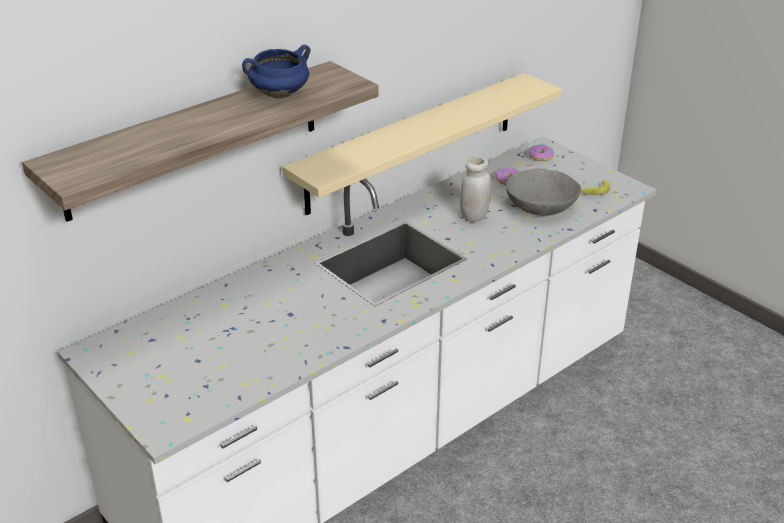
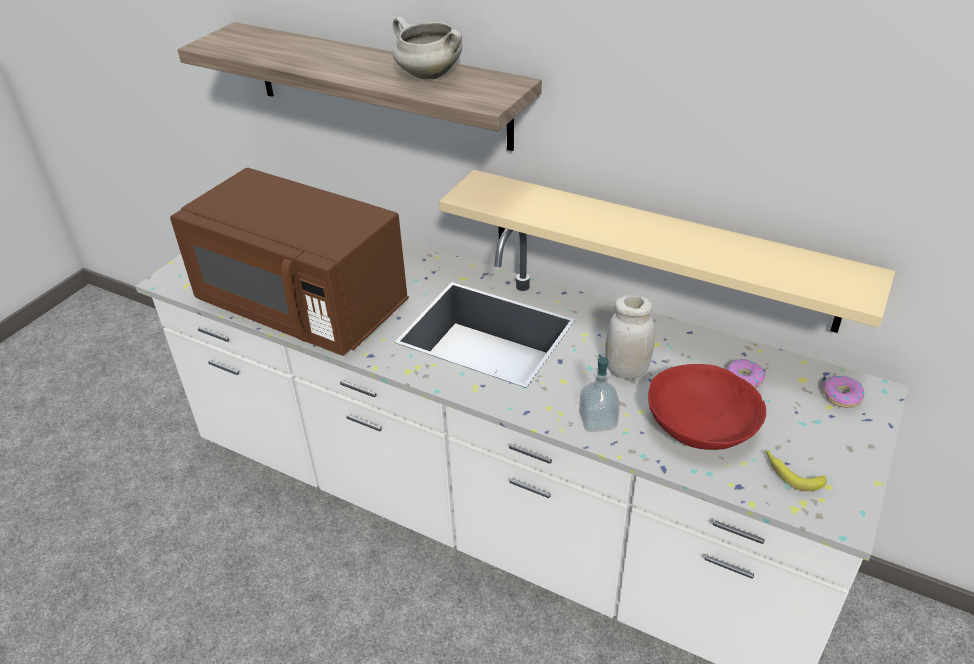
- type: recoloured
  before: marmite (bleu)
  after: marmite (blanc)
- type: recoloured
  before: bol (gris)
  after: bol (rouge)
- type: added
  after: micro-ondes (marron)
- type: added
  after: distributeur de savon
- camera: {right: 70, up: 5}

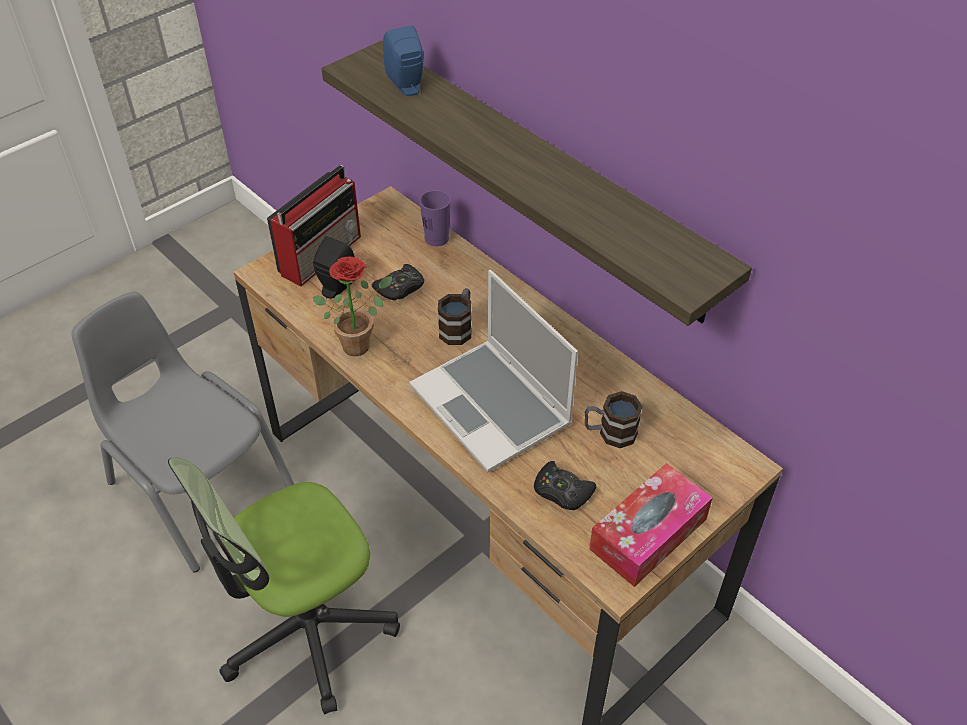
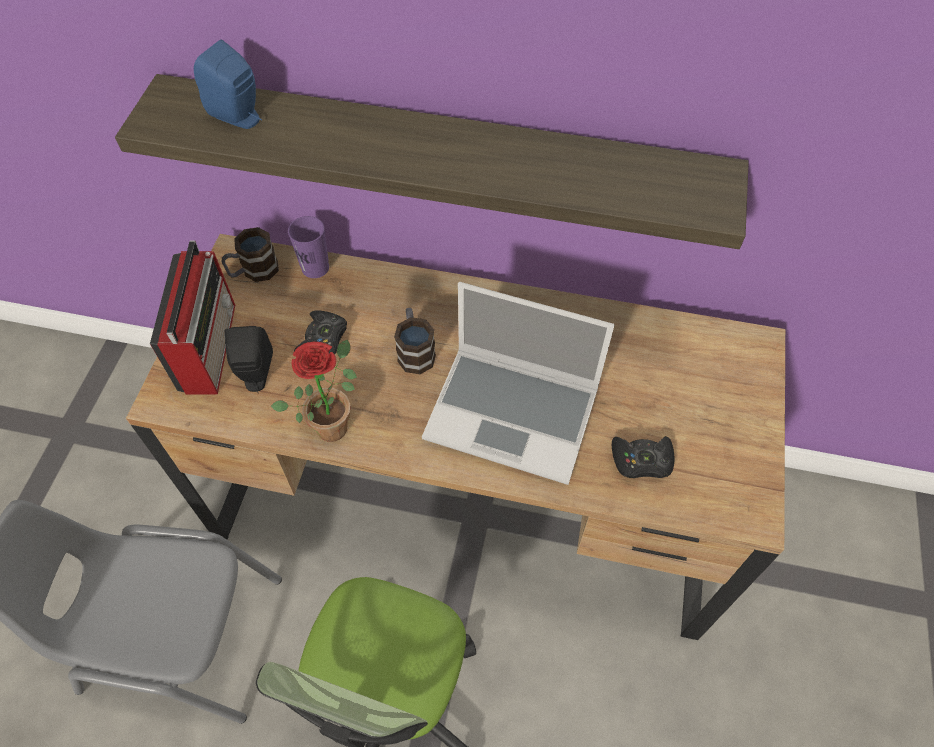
- type: moved
  before: mug (2nd from left in the first image)
  after: mug (1st from left)
- type: removed
  before: boîte à mouchoirs
- camera: {right: -35, up: 10}

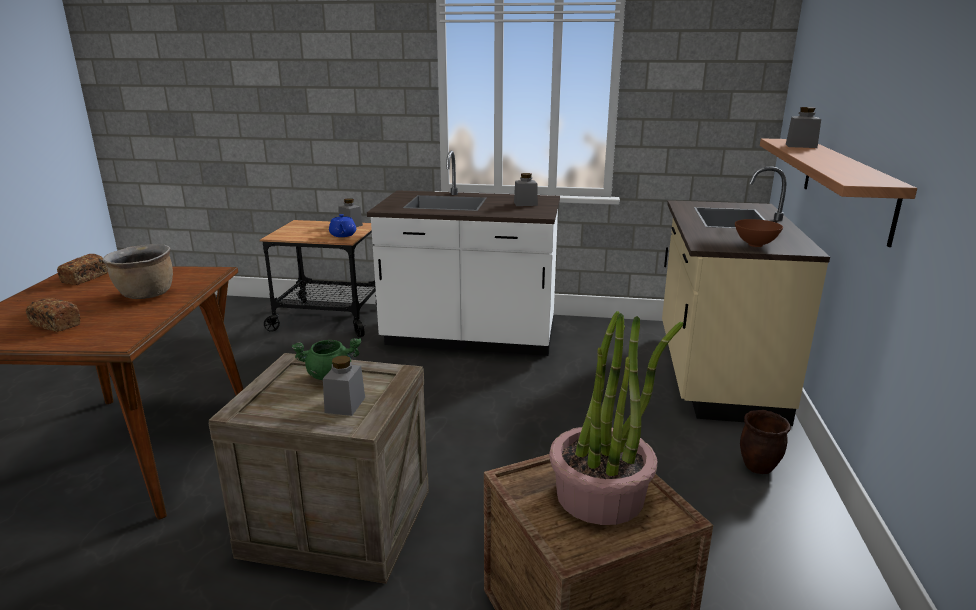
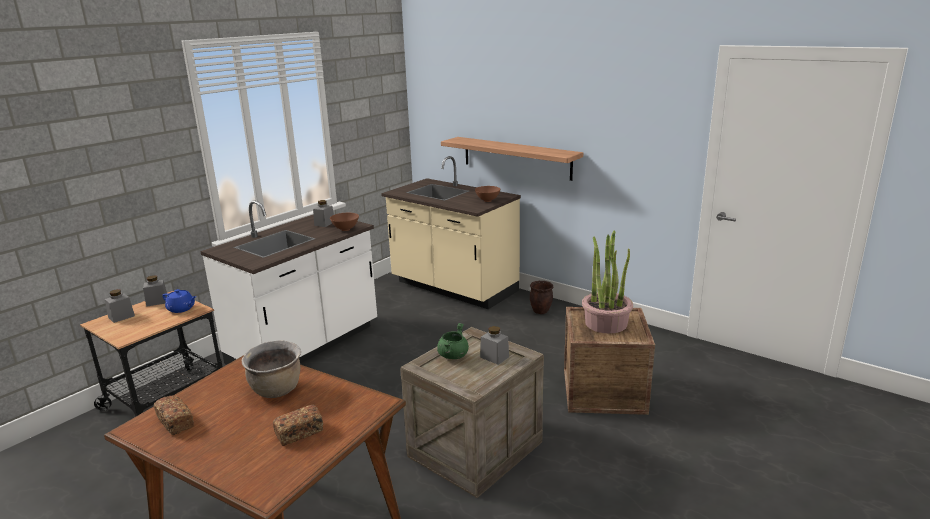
- type: moved
  before: bocal (gris) (4th from left in the first image)
  after: bocal (gris) (1st from left)
- type: added
  after: bol (marron) (1st from left)
- camera: {right: -60, up: 0}

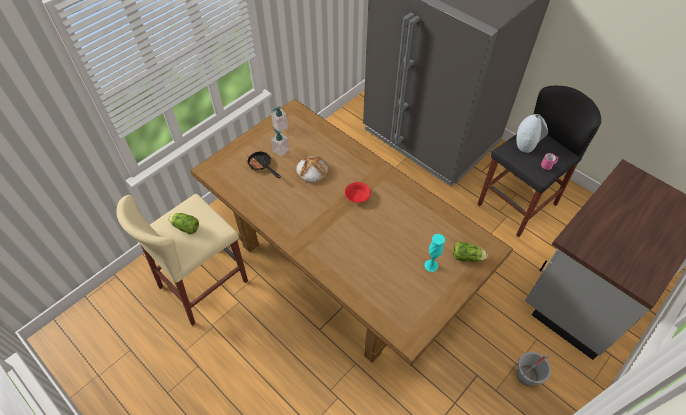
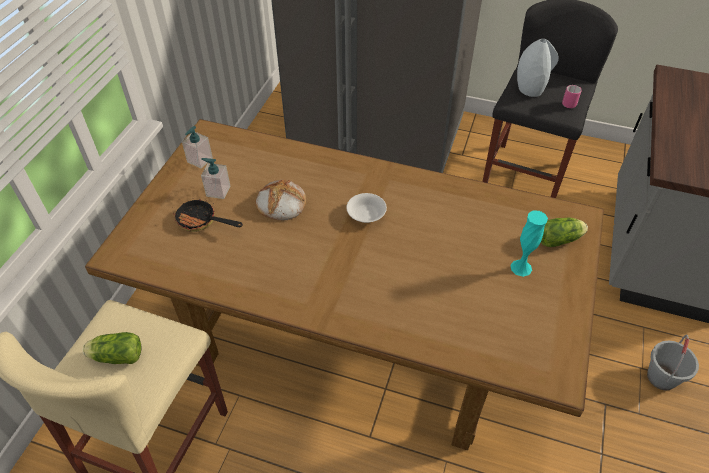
- type: recoloured
  before: bol (rouge)
  after: bol (blanc)
- camera: {right: -25, up: -5}

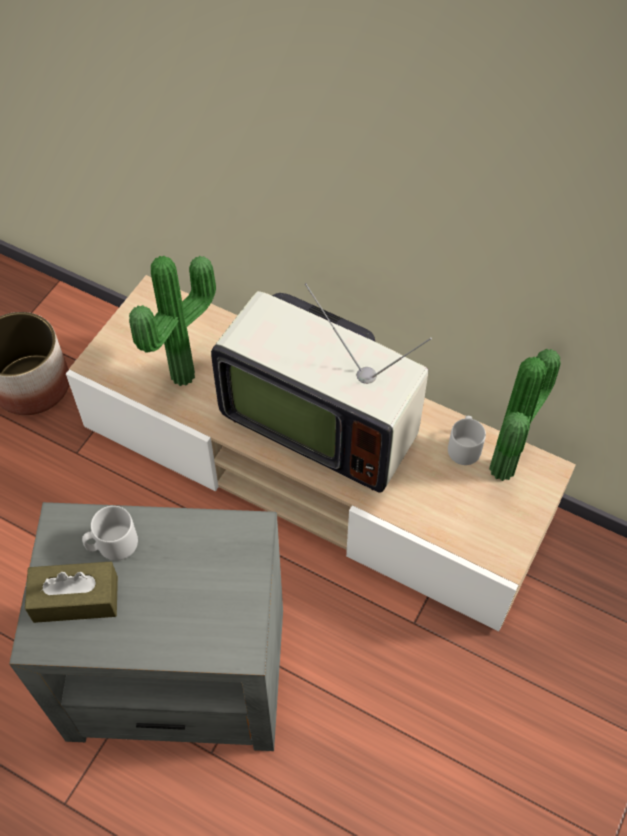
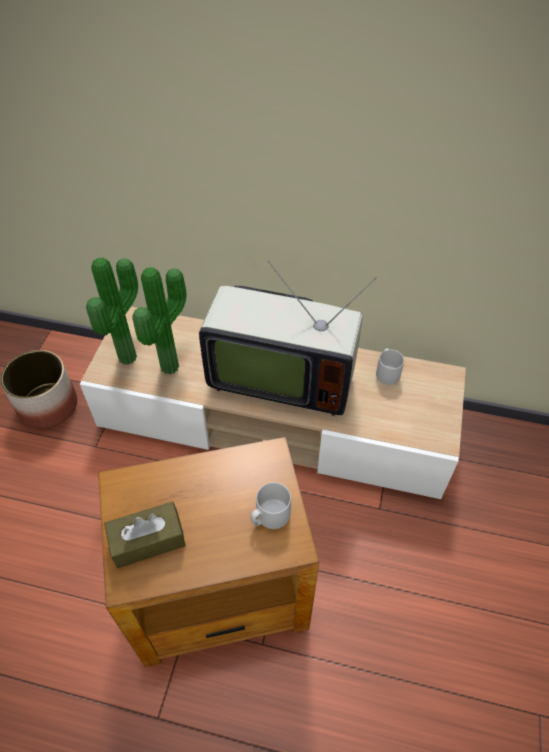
- type: moved
  before: plante en pot (2nd from left in the first image)
  after: plante en pot (1st from left)
- type: recoloured
  before: table d'appoint (gris)
  after: table d'appoint (marron)
- type: moved
  before: mug (gris) (1st from left)
- camera: {right: -15, up: -5}

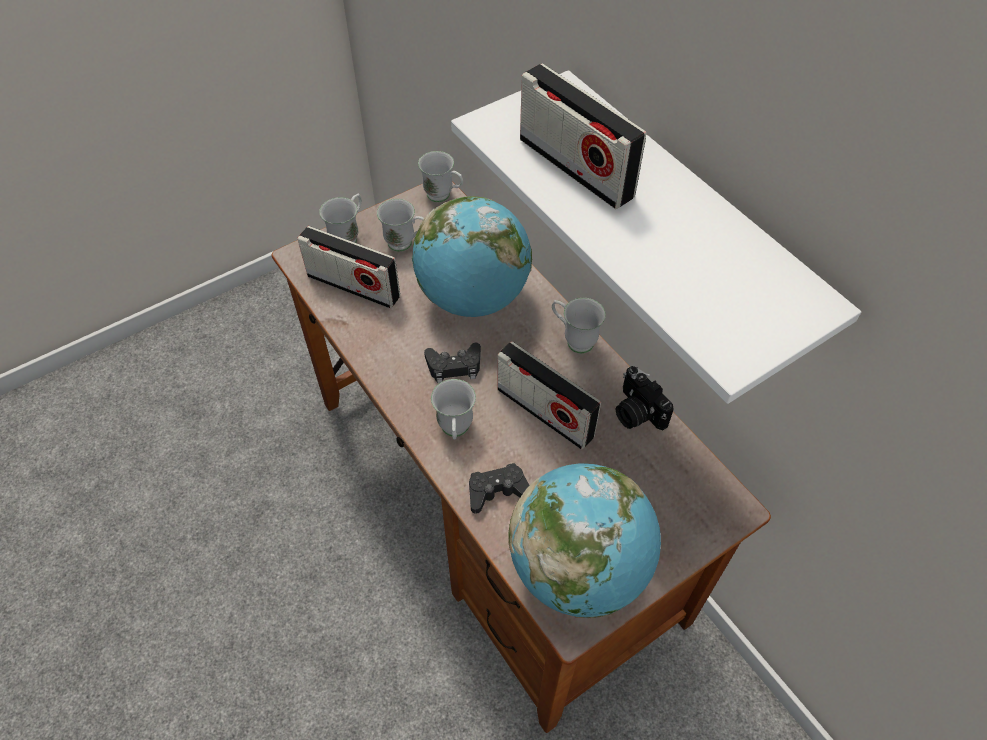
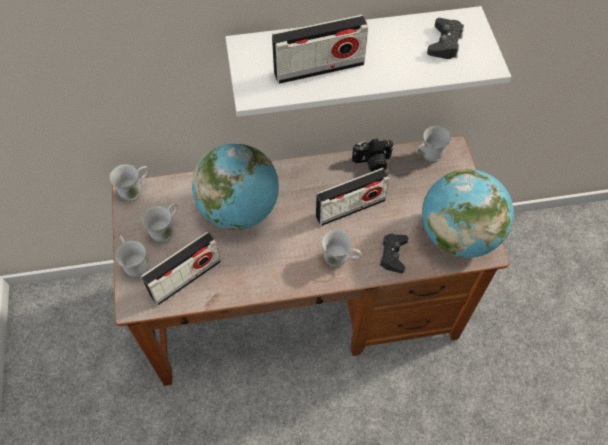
- type: moved
  before: mug (blanc) (5th from left)
- type: moved
  before: manette (noir) (1st from left in the first image)
  after: manette (noir) (2nd from left)
- camera: {right: -65, up: 5}

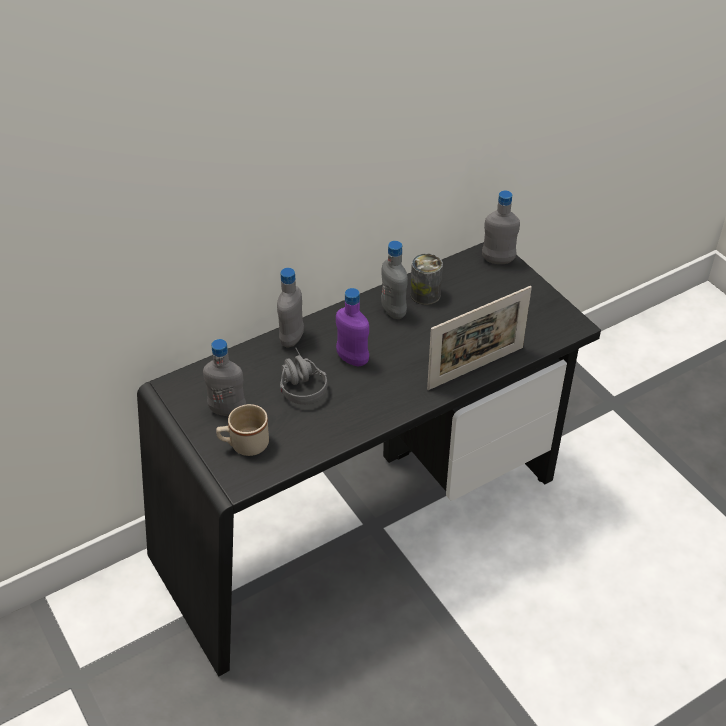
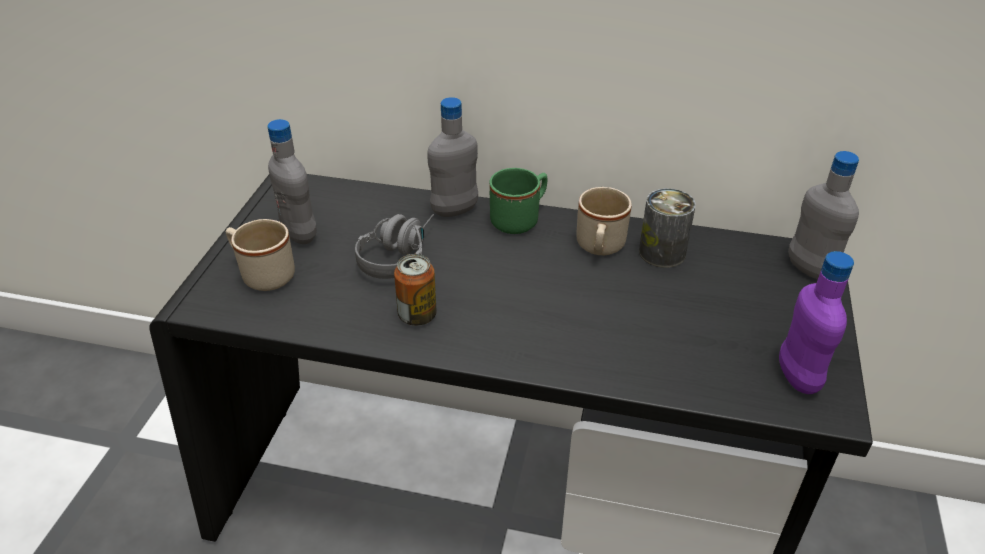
- type: replaced
  before: bouteille (gris) (3rd from left)
  after: mug (beige) (2nd from left)
- type: removed
  before: cadre photo
- type: moved
  before: bouteille (violet)
- type: added
  after: mug (vert)
- type: added
  after: boîte métallique (1st from left)
- camera: {right: 45, up: -5}

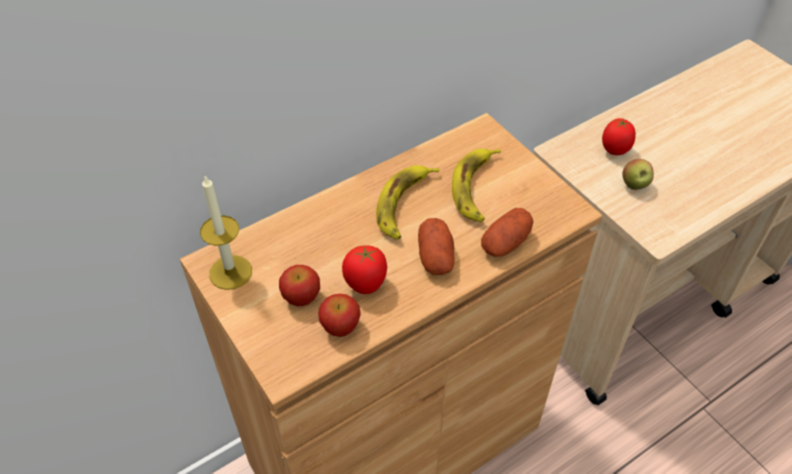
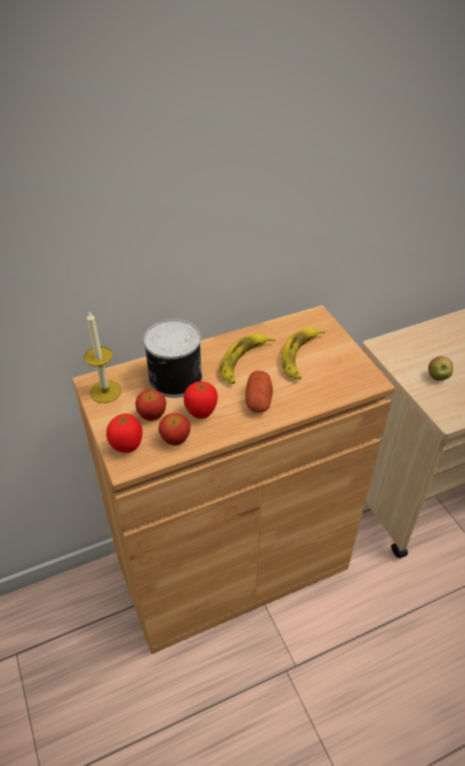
- type: moved
  before: tomate (2nd from left in the first image)
  after: tomate (1st from left)
- type: removed
  before: pomme de terre (2nd from left)
- type: added
  after: boîte métallique
- camera: {right: 10, up: -5}

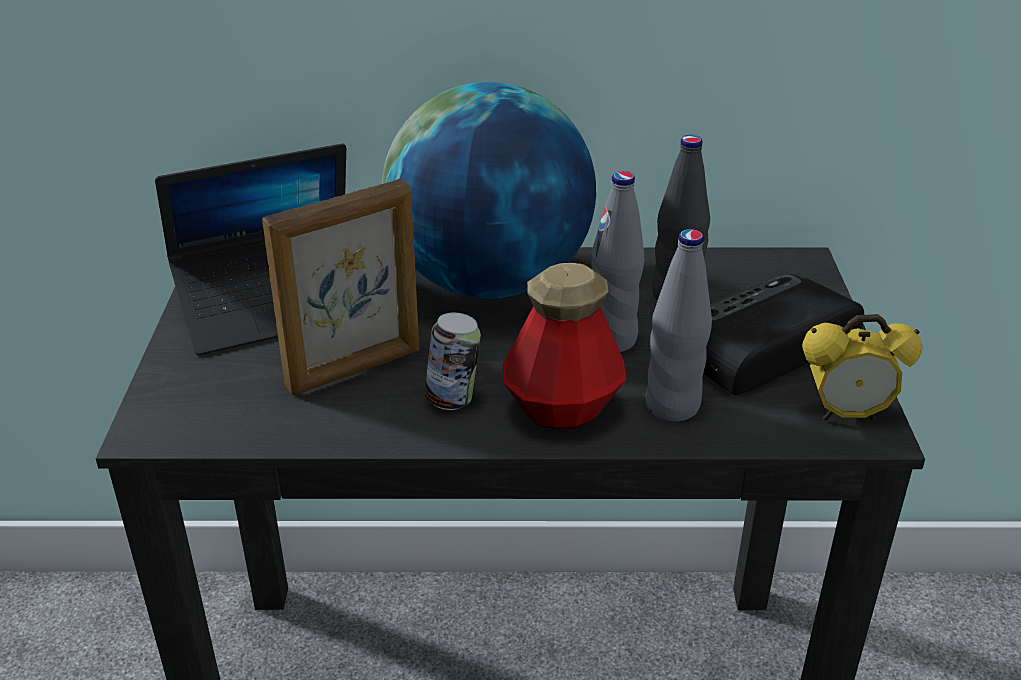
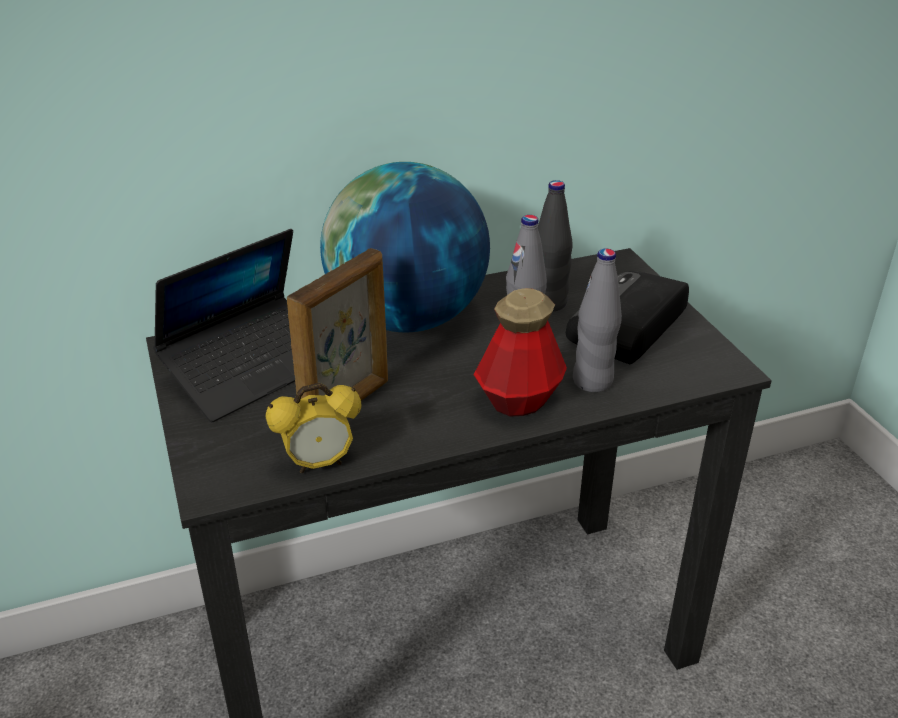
- type: removed
  before: boîte métallique
- type: moved
  before: réveil
- camera: {right: -20, up: 0}

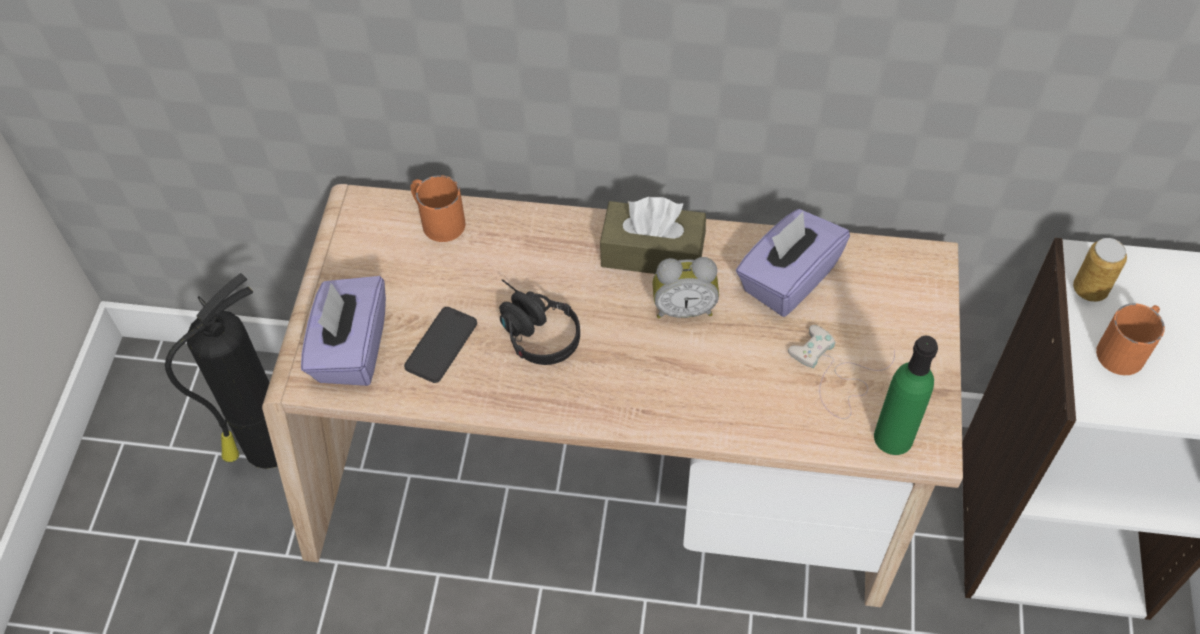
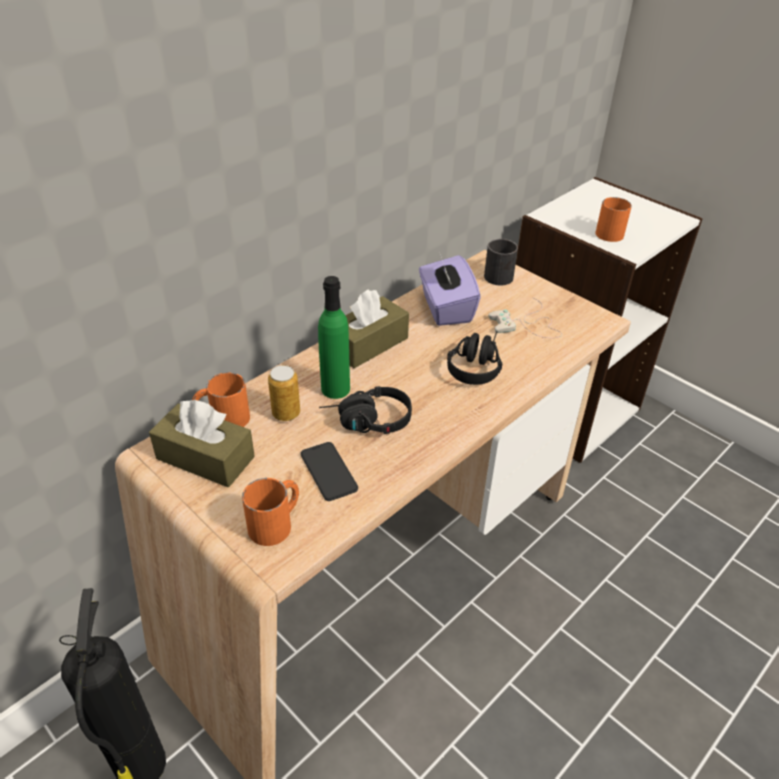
- type: moved
  before: boîte métallique
- type: removed
  before: réveil
- type: replaced
  before: boîte à mouchoirs (violet) (1st from left)
  after: mug (orange) (2nd from left)
- type: moved
  before: bouteille (vert)
- type: added
  after: mug (noir)
- type: added
  after: casque audio (noir) (2nd from left)
- type: added
  after: boîte à mouchoirs (marron) (1st from left)
- camera: {right: -55, up: -15}

